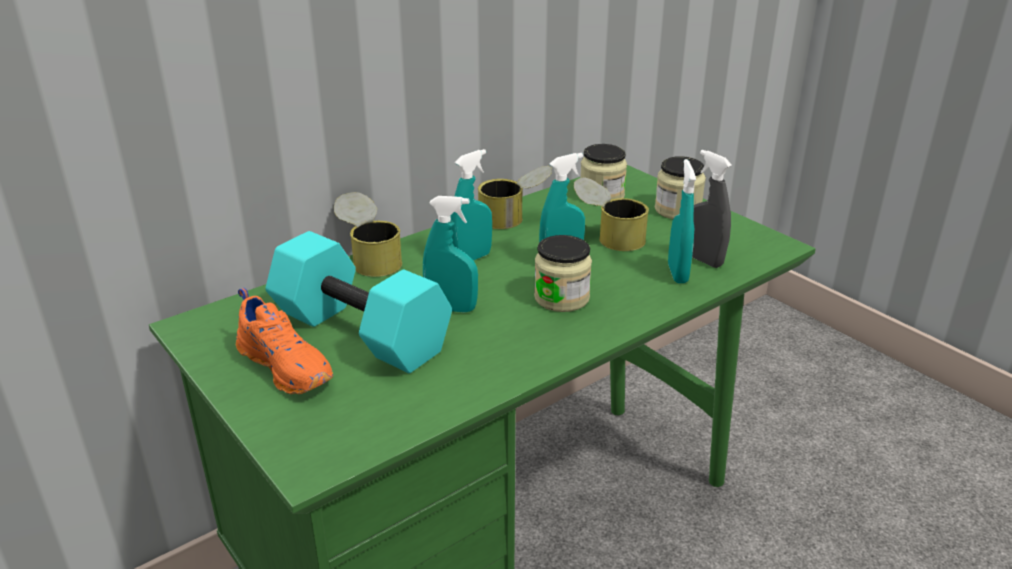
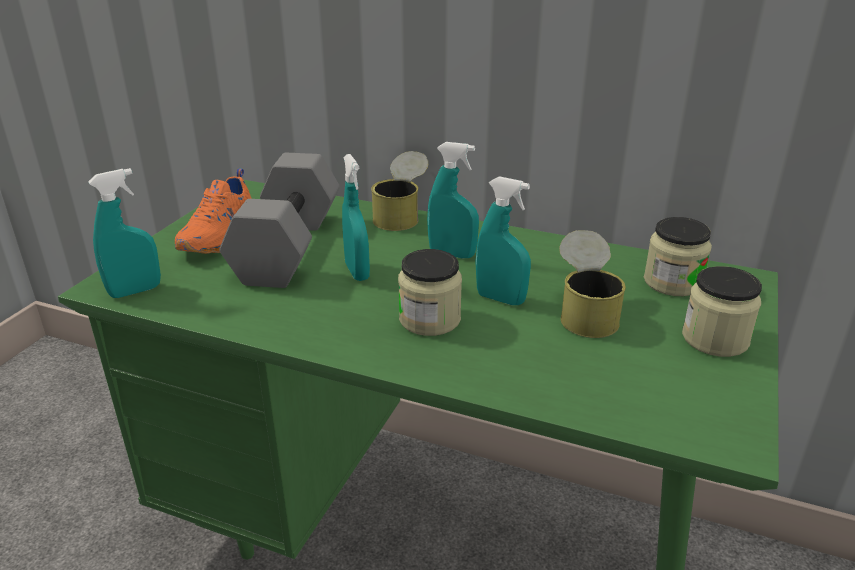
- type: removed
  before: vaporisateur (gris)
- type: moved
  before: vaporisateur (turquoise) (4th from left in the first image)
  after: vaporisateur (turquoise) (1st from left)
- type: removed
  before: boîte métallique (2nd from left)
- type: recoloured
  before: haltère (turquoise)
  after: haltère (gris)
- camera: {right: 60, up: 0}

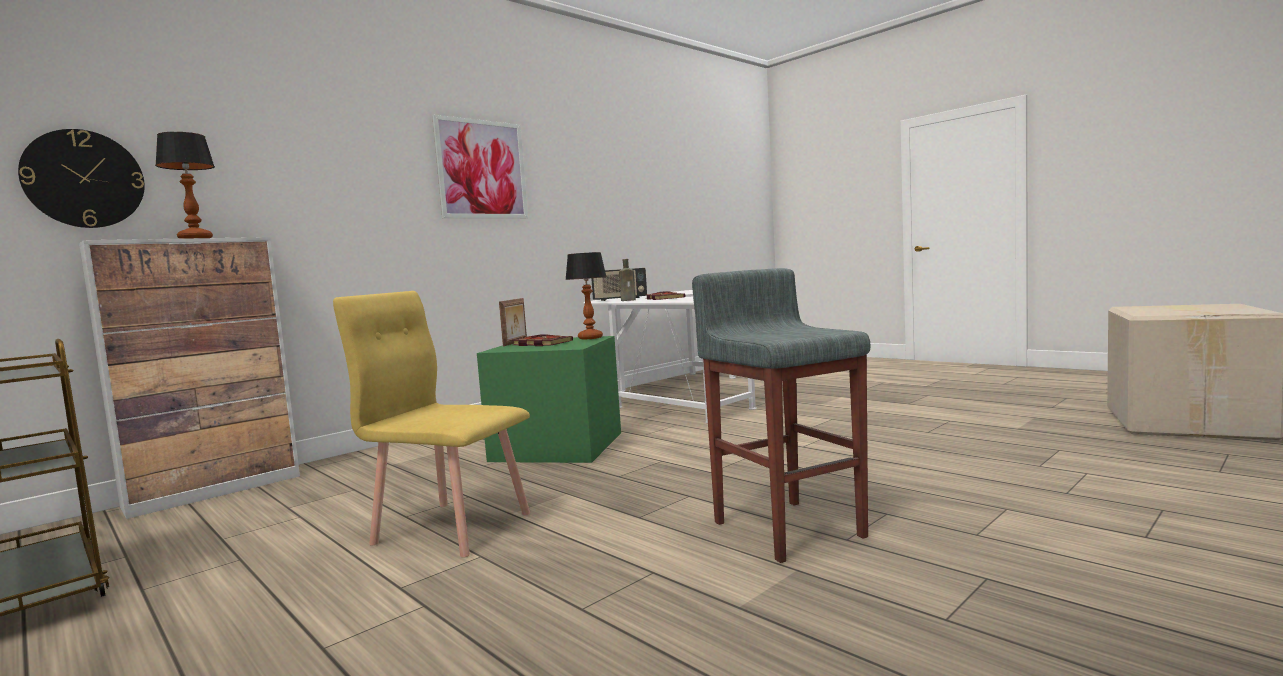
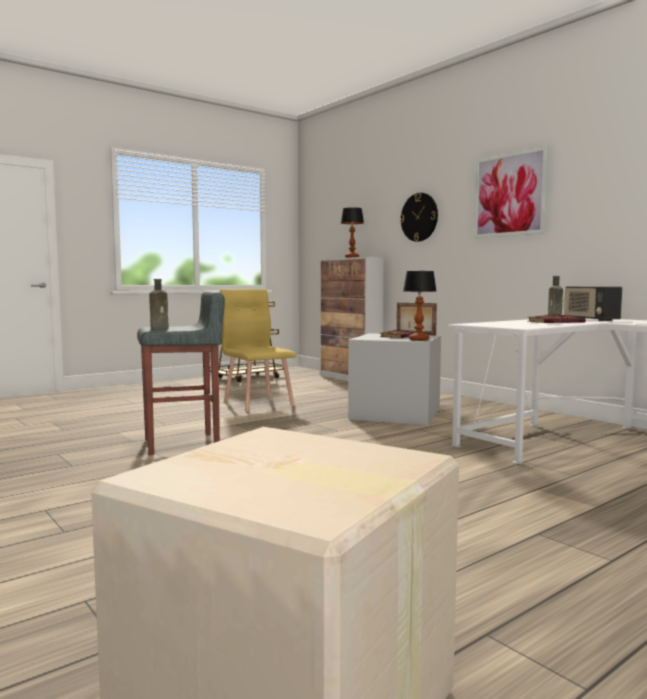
- type: moved
  before: horloge murale
- type: turned
  before: chaise (jaune)
  turn: -60
- type: recoloured
  before: boîte de rangement (vert)
  after: boîte de rangement (gris)
- type: added
  after: bouteille (marron) (1st from left)
- camera: {right: 95, up: 0}

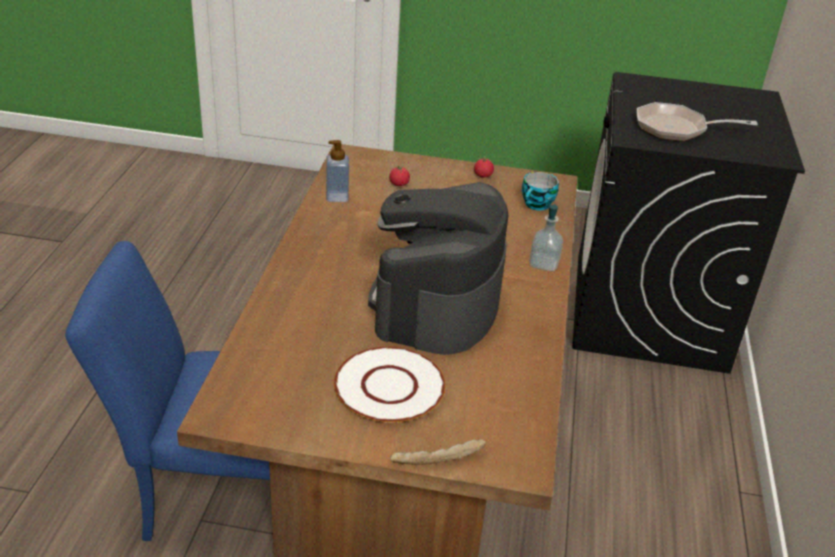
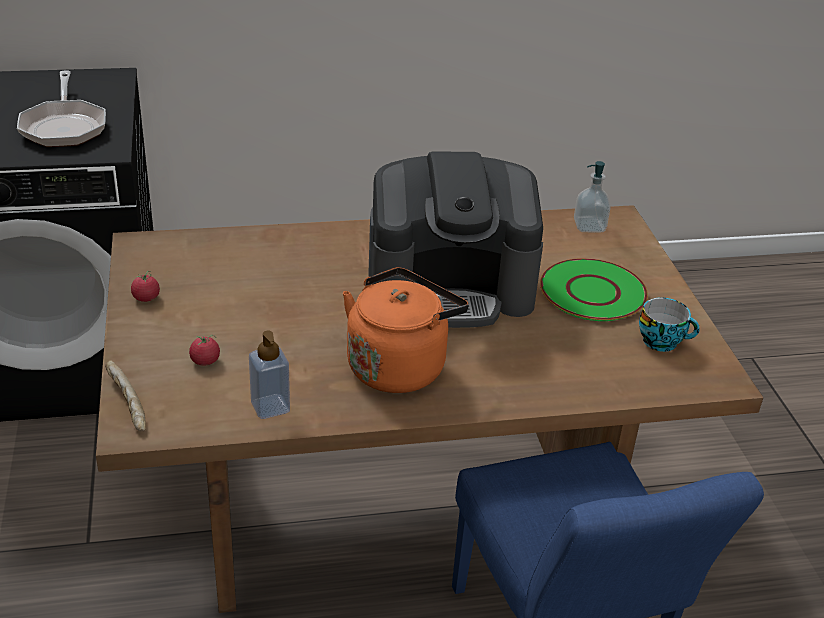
- type: moved
  before: tasse
- type: moved
  before: distributeur de savon (2nd from left)
- type: recoloured
  before: assiette (blanc)
  after: assiette (vert)
- type: moved
  before: pain
- type: added
  after: bouilloire (orange)
- camera: {right: -110, up: 0}

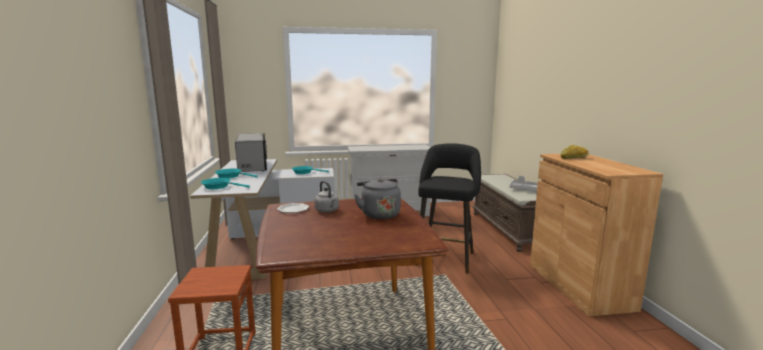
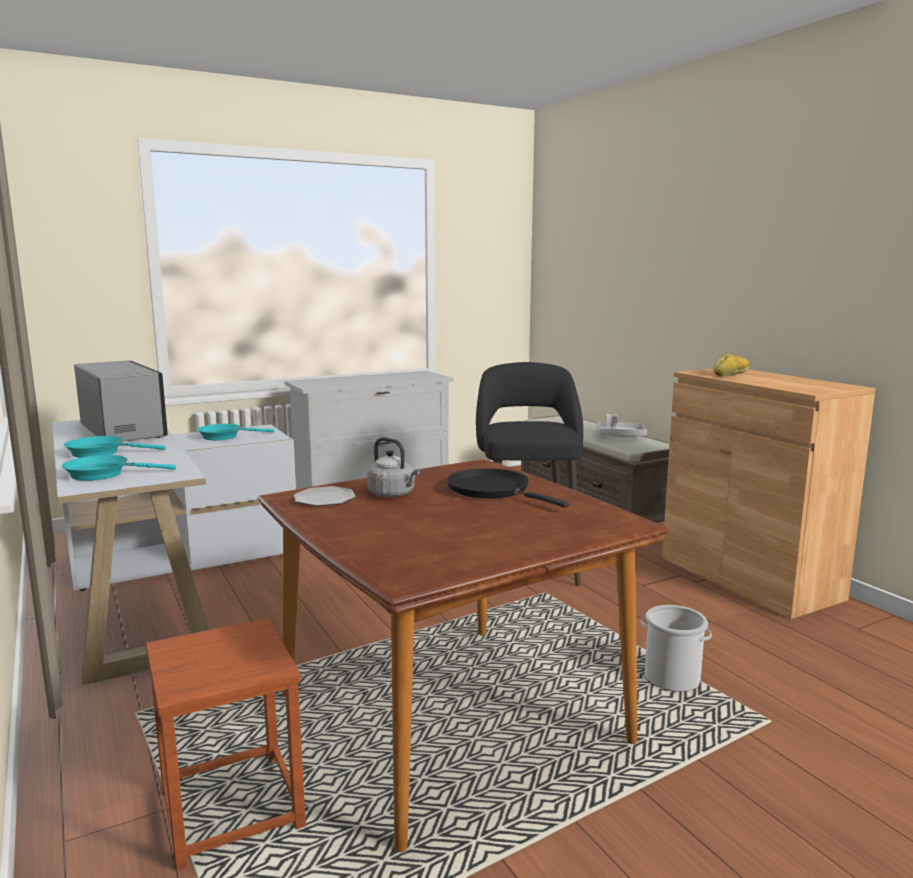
- type: replaced
  before: bouilloire (gris) (2nd from left)
  after: poêle (noir)
- type: added
  after: seau
- camera: {right: -20, up: 0}

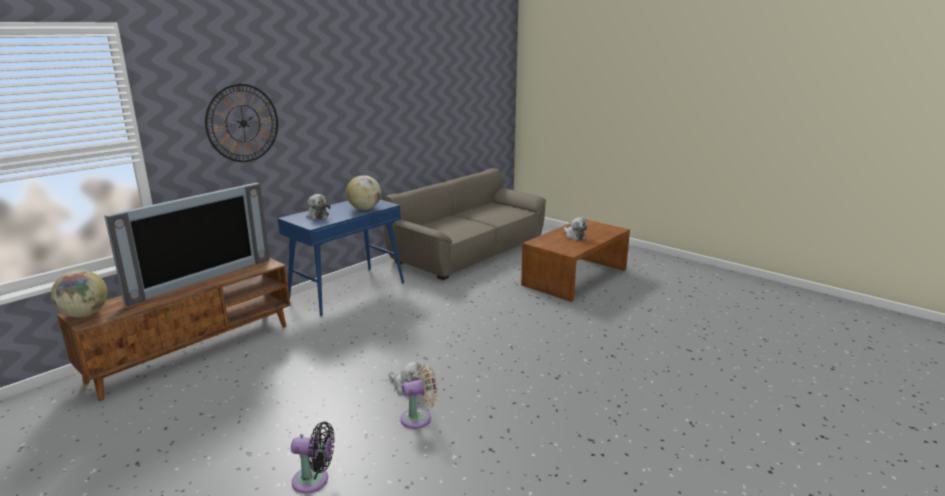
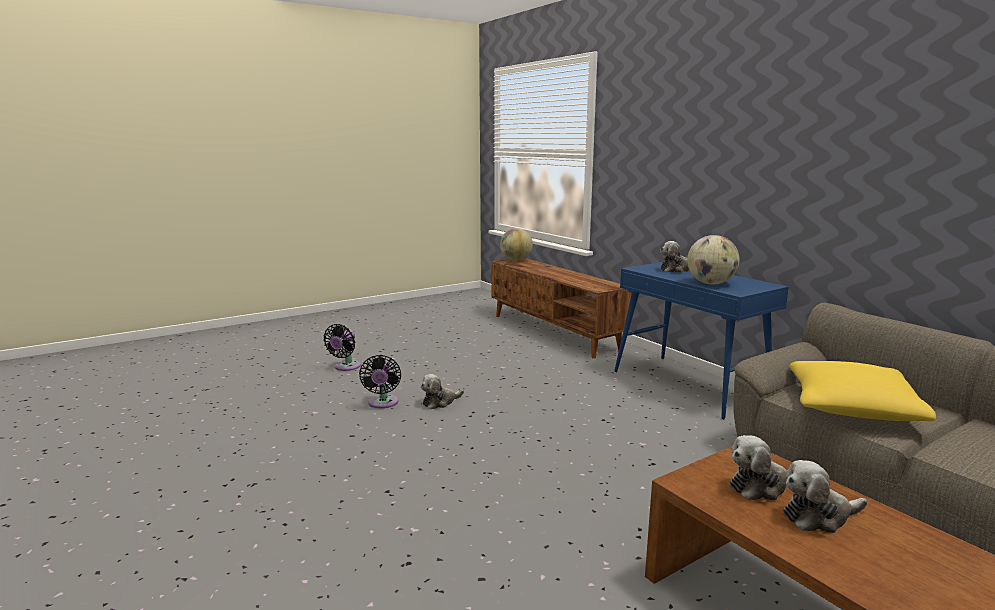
- type: removed
  before: horloge murale
- type: removed
  before: téléviseur
- type: recoloured
  before: ventilateur (beige)
  after: ventilateur (noir) (2nd from left)
- type: added
  after: coussin (jaune)
- type: added
  after: peluche (3rd from left)
- camera: {right: 105, up: -5}

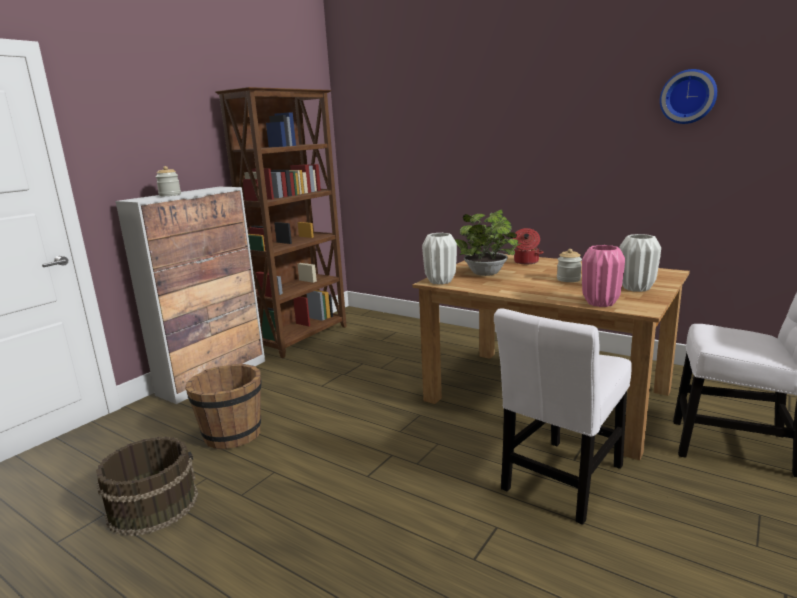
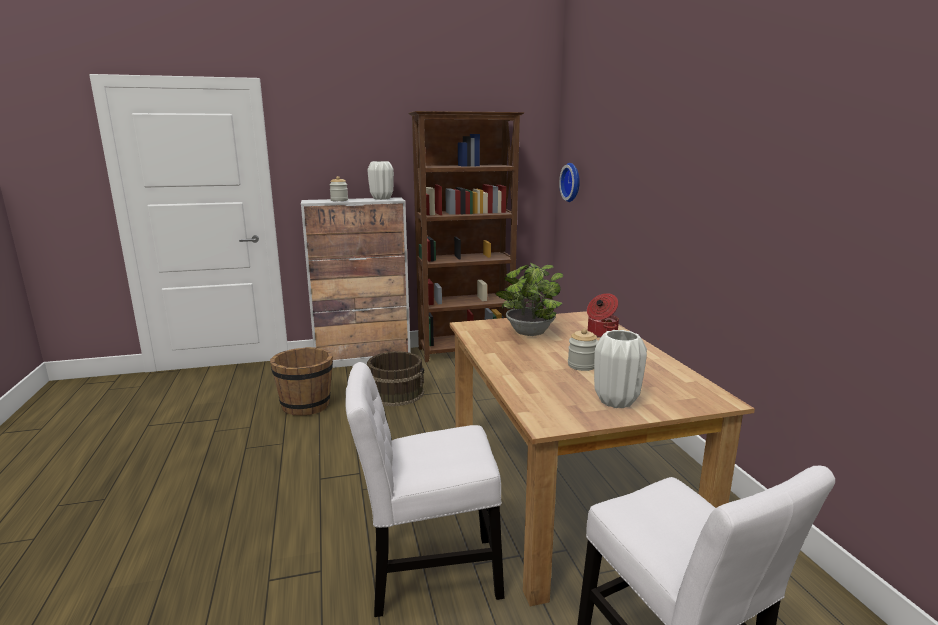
- type: moved
  before: horloge murale
- type: moved
  before: vase (blanc) (1st from left)
- type: removed
  before: vase (rose)
- type: moved
  before: seau (marron) (1st from left in the first image)
  after: seau (marron) (2nd from left)
- camera: {right: 40, up: 0}

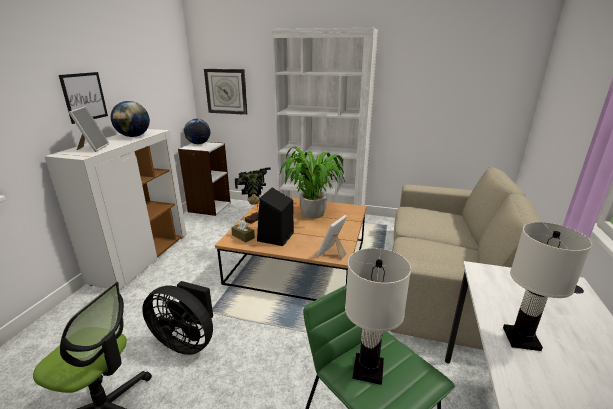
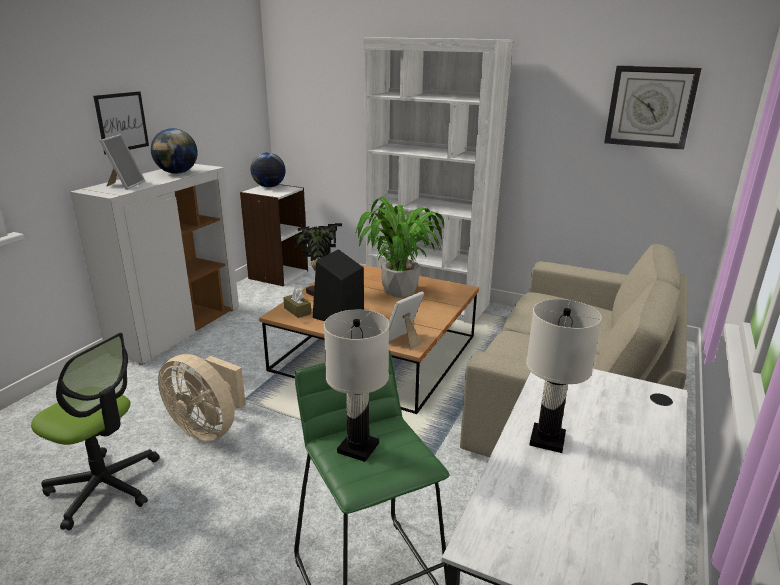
- type: moved
  before: horloge murale
- type: recoloured
  before: ventilateur (noir)
  after: ventilateur (beige)
- camera: {right: 10, up: 0}

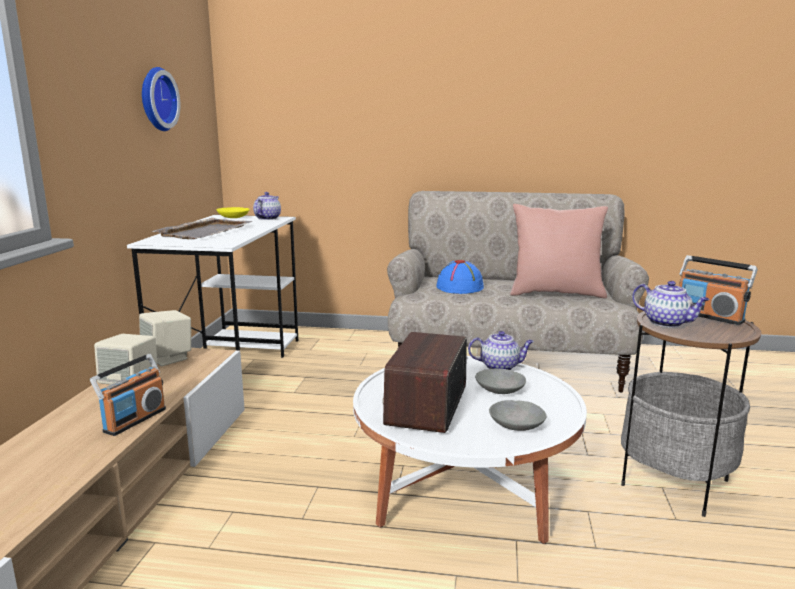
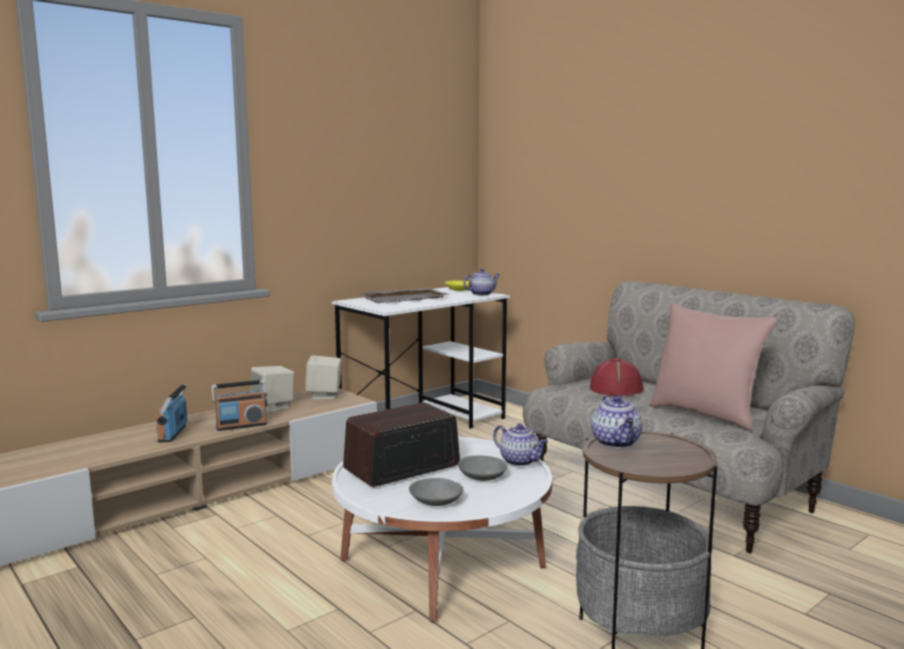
- type: removed
  before: horloge murale
- type: moved
  before: radio (3rd from left in the first image)
  after: radio (1st from left)
- type: recoloured
  before: chapeau (bleu)
  after: chapeau (rouge)
- camera: {right: 40, up: -5}

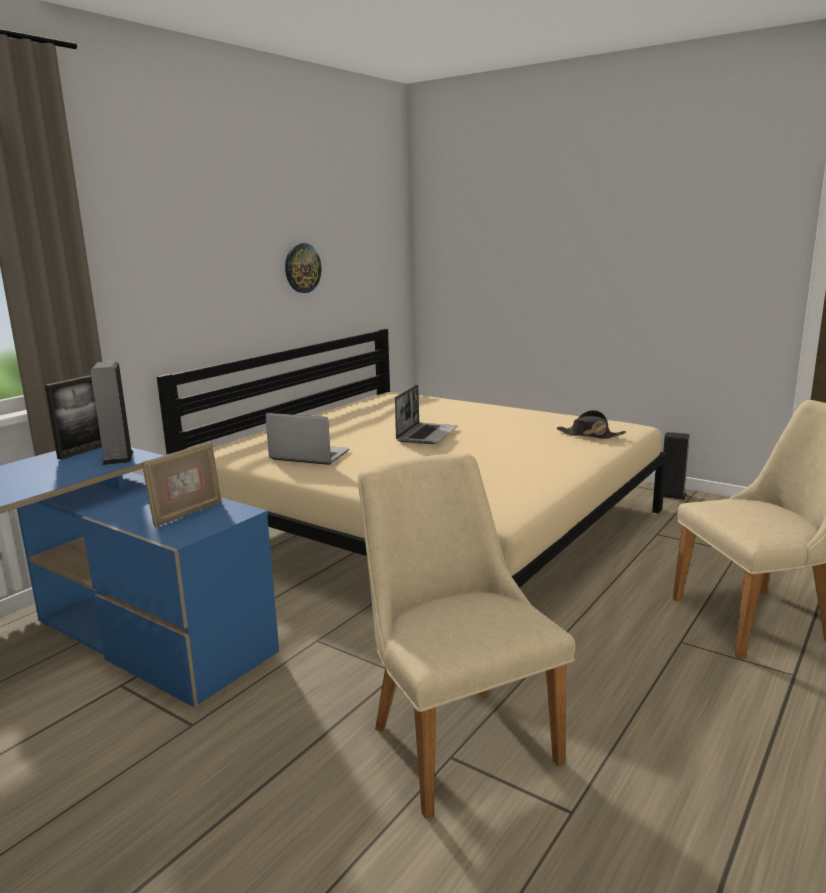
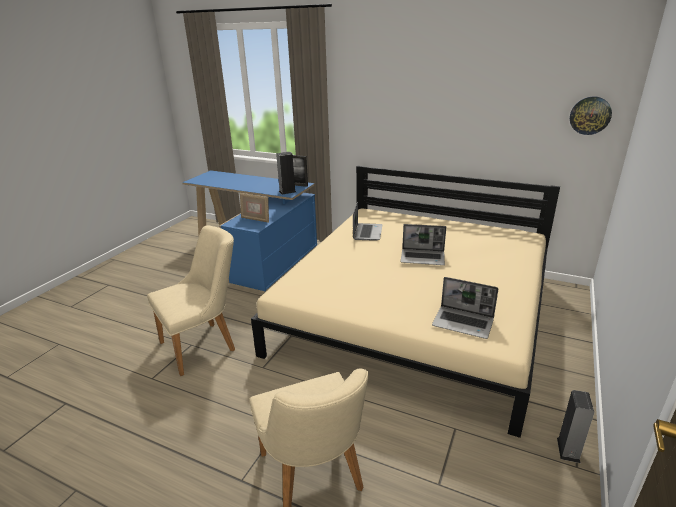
- type: moved
  before: horloge murale
- type: replaced
  before: chapeau (noir)
  after: ordinateur portable (3rd from left)
- camera: {right: 80, up: 10}

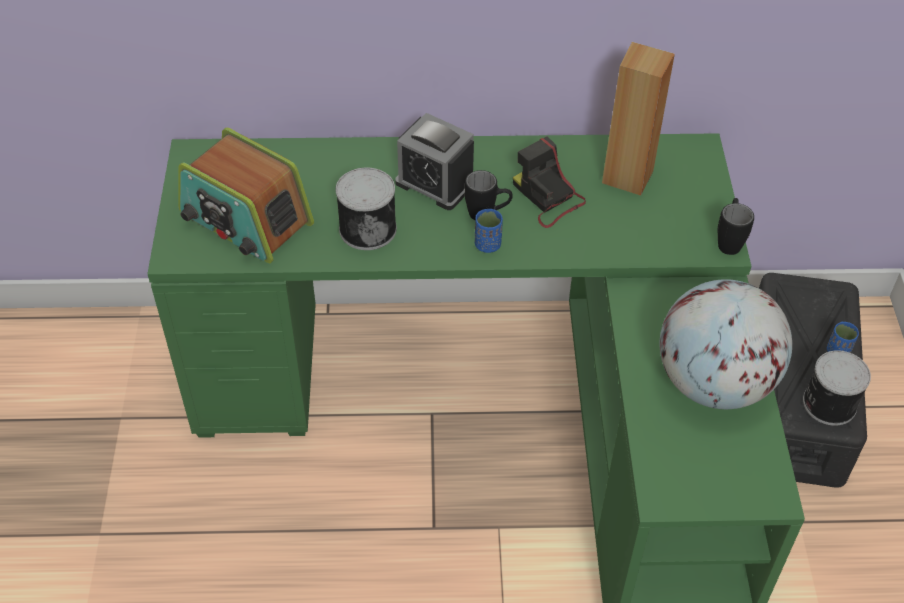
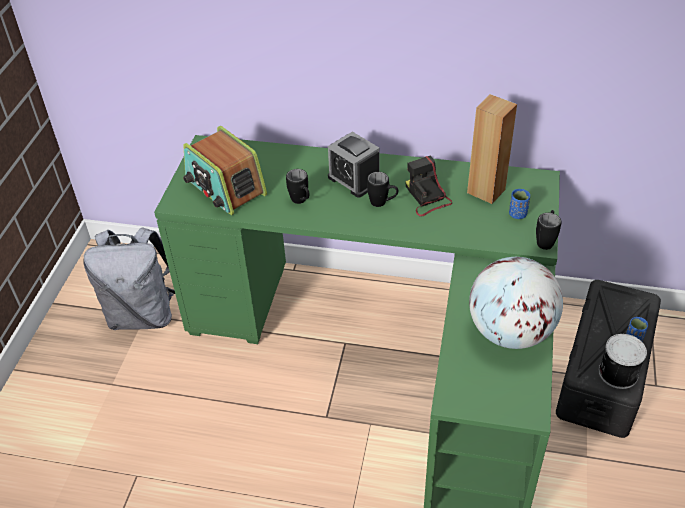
- type: replaced
  before: boîte métallique (1st from left)
  after: mug (noir) (1st from left)
- type: moved
  before: tasse (bleu) (1st from left)
- type: added
  after: sac à dos (gris)
- camera: {right: 15, up: -5}

